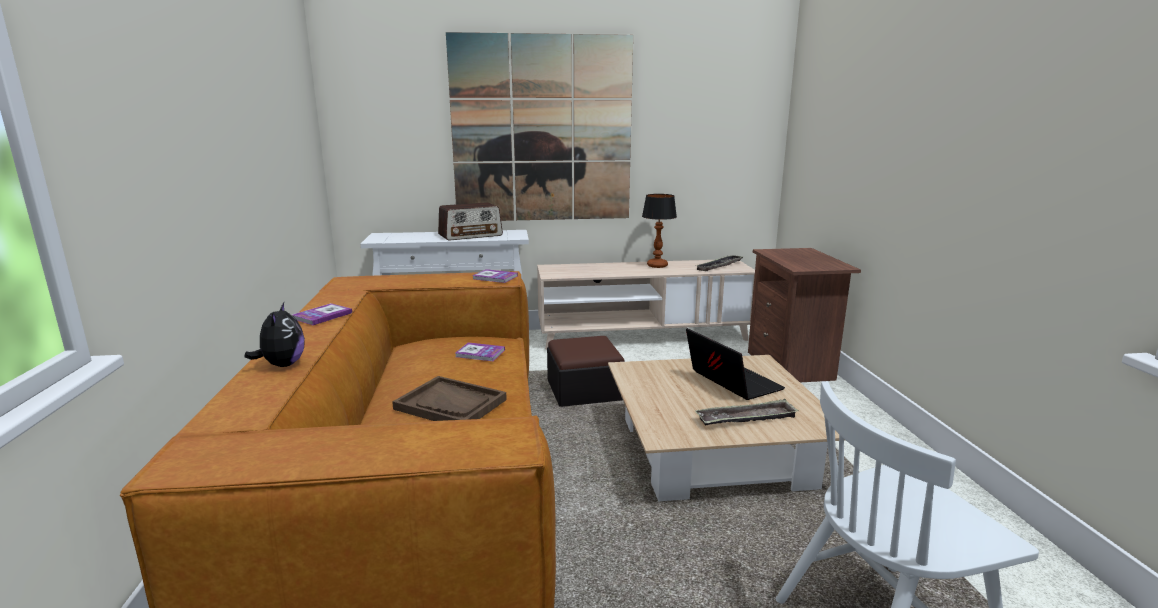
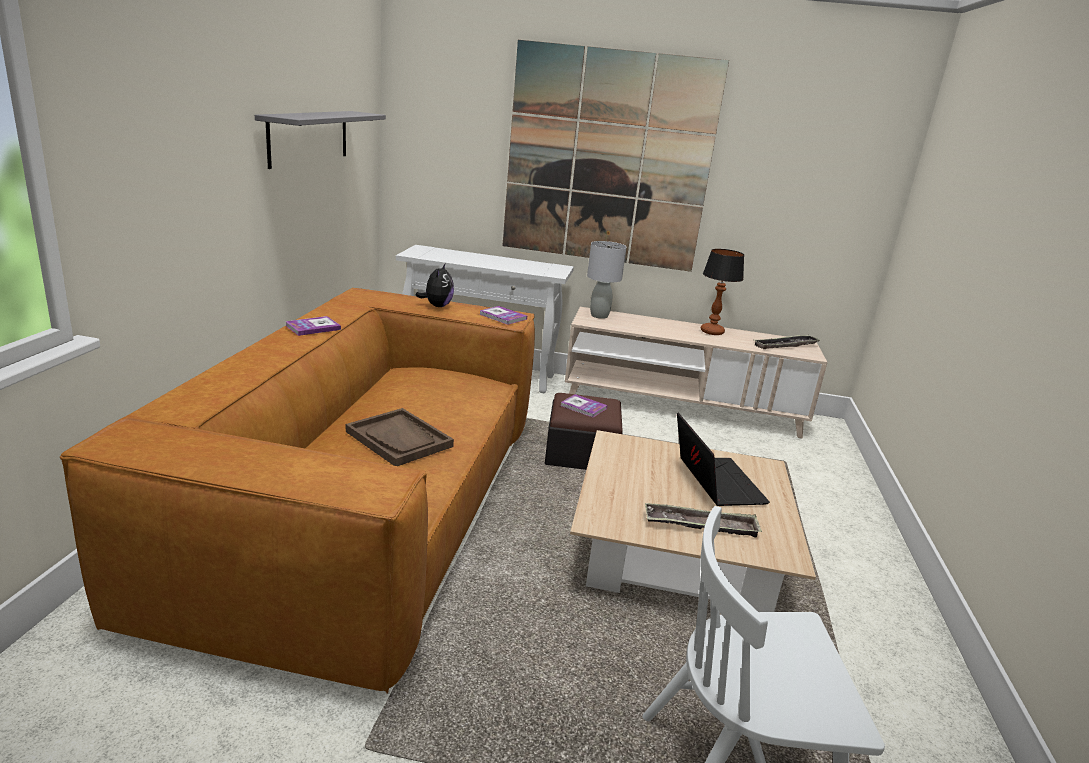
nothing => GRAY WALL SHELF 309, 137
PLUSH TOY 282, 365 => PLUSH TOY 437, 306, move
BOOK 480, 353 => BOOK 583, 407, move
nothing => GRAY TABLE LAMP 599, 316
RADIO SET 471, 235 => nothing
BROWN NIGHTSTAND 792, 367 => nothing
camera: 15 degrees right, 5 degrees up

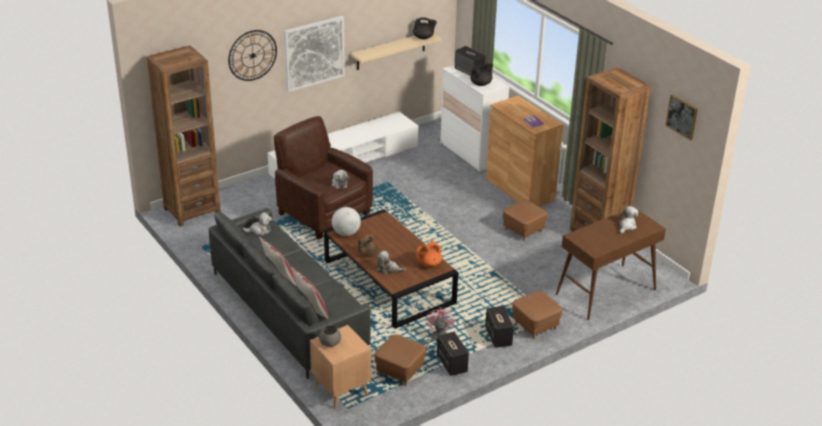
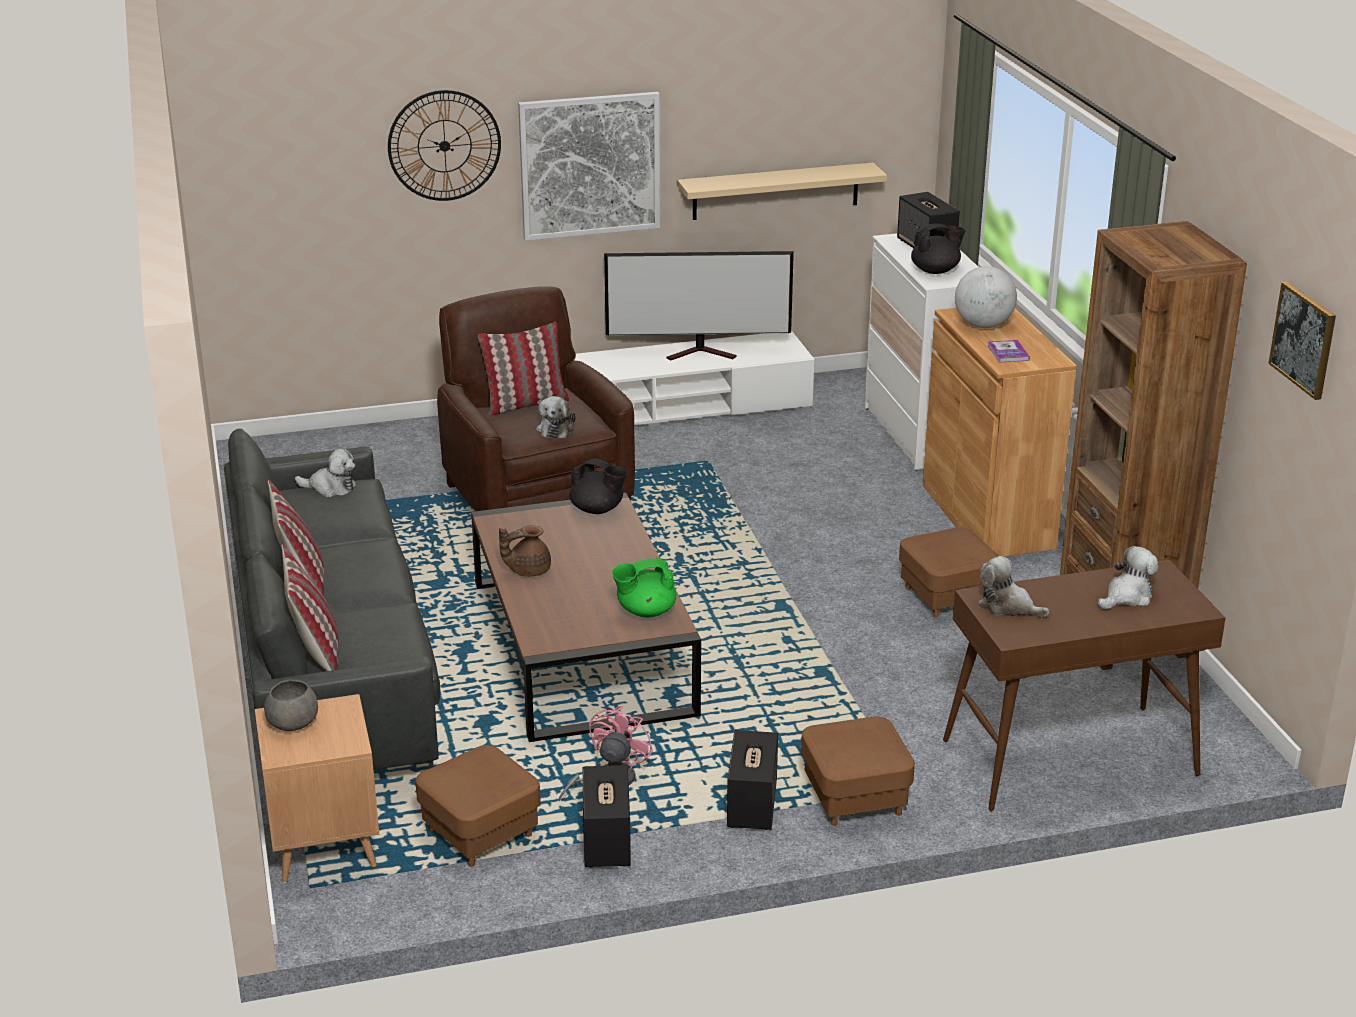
nothing => THROW PILLOW 525, 404
BLACK POT FOR TEA 423, 38 => BLACK POT FOR TEA 597, 509, move
nothing => TV 703, 353
ORANGE-COLOURED POT FOR TEA 428, 264 => GREEN-COLOURED POT FOR TEA 645, 611
GLOBE 346, 233 => GLOBE 983, 325, move
PLUSH TOY 388, 269 => PLUSH TOY 1007, 606, move
BROWN BOOKCASE 192, 211 => nothing
camera: 20 degrees right, 5 degrees down

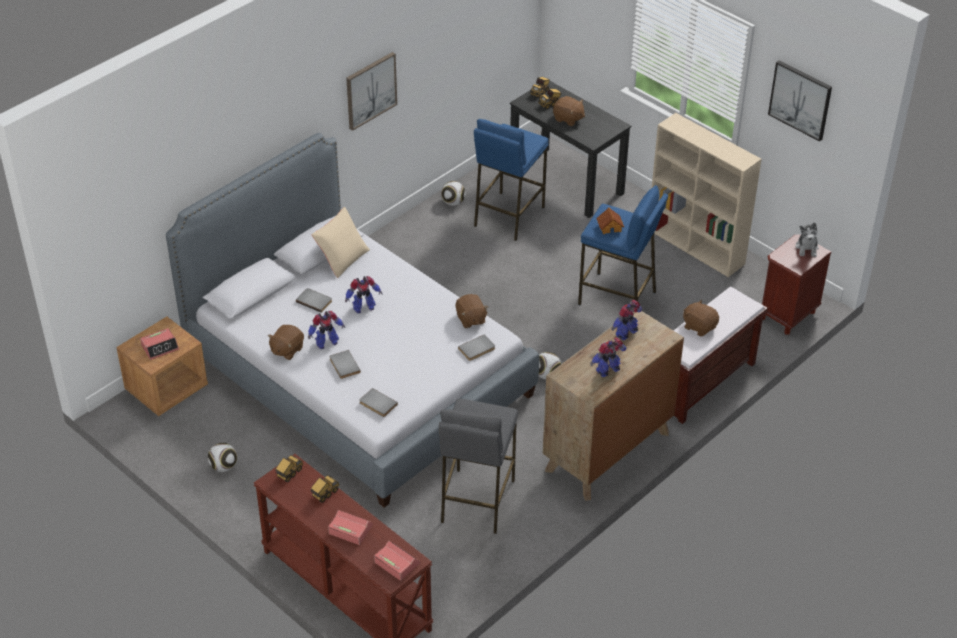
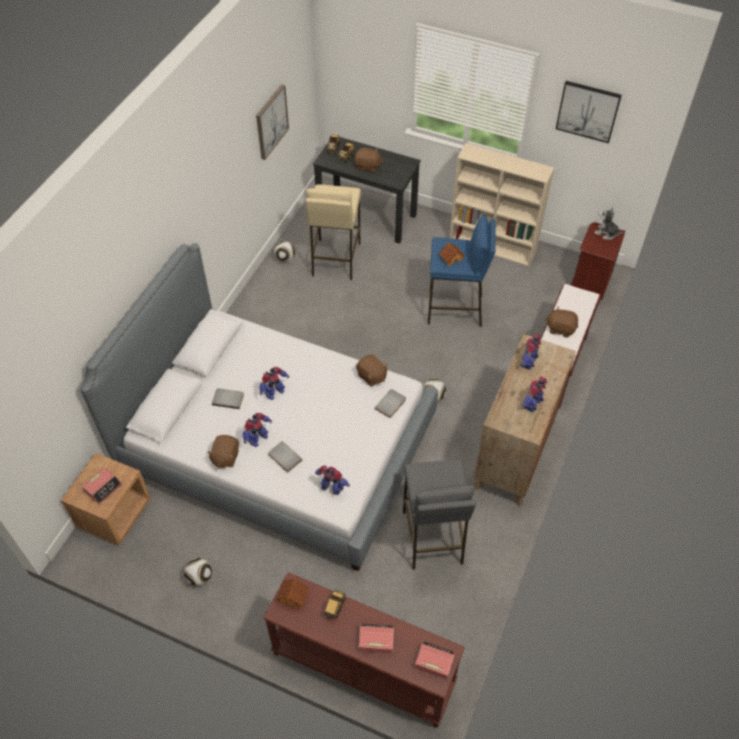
PICTURE 370, 90 => PICTURE 271, 121, move
MODEL TRUCK 289, 474 => MODEL HOUSE 292, 596
BLUE-COLOURED STOOL 508, 216 => SAND-COLOURED STOOL 335, 259
GRAY BOOK 377, 404 => ROBOT FIGURE 332, 488
PLUSH TOY 807, 248 => PLUSH TOY 606, 233, 135 degrees clockwise
SAND-COLOURED THROW PILLOW 342, 258 => nothing
camera: 20 degrees left, 10 degrees up

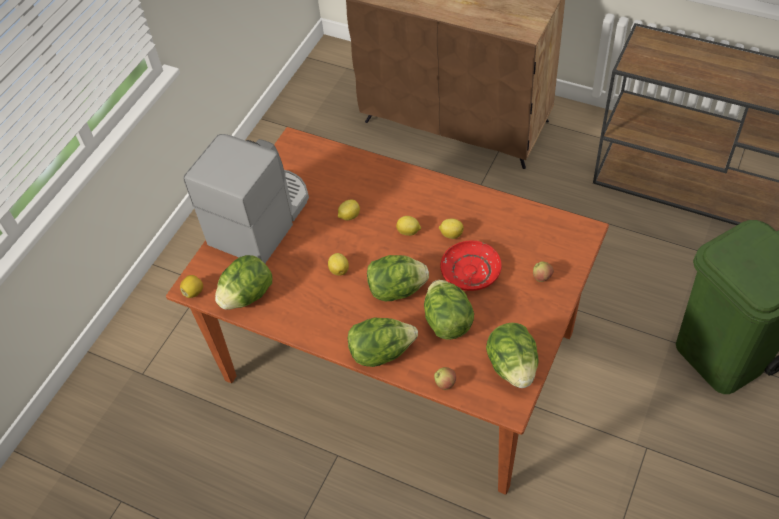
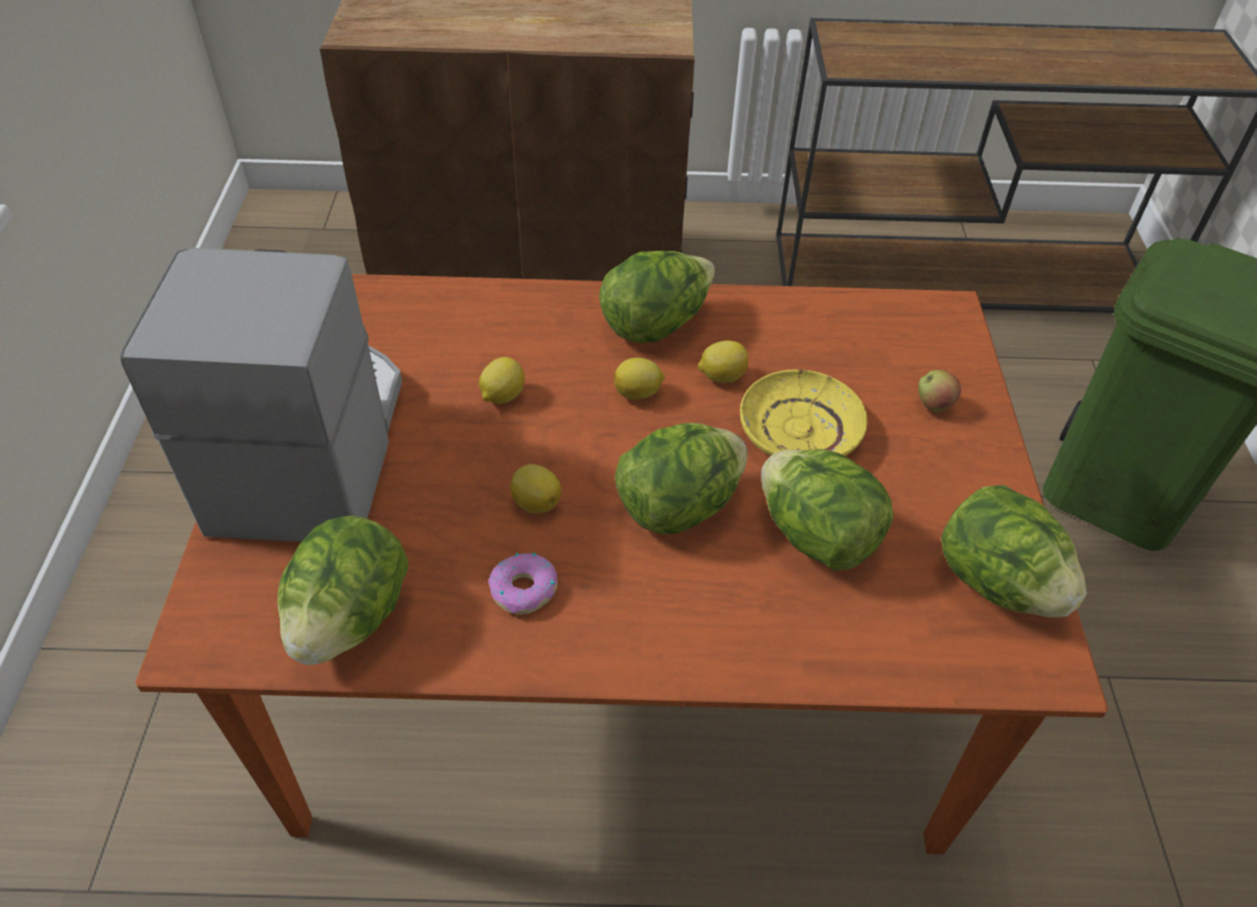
nothing => DONUT 524, 589
LETTUCE HEAD 381, 352 => LETTUCE HEAD 656, 324, move
REDDISH FLAT DISH 470, 271 => YELLOWISH FLAT DISH 799, 431
LEMON 194, 292 => nothing
APPLE 445, 383 => nothing
camera: 30 degrees left, 5 degrees down

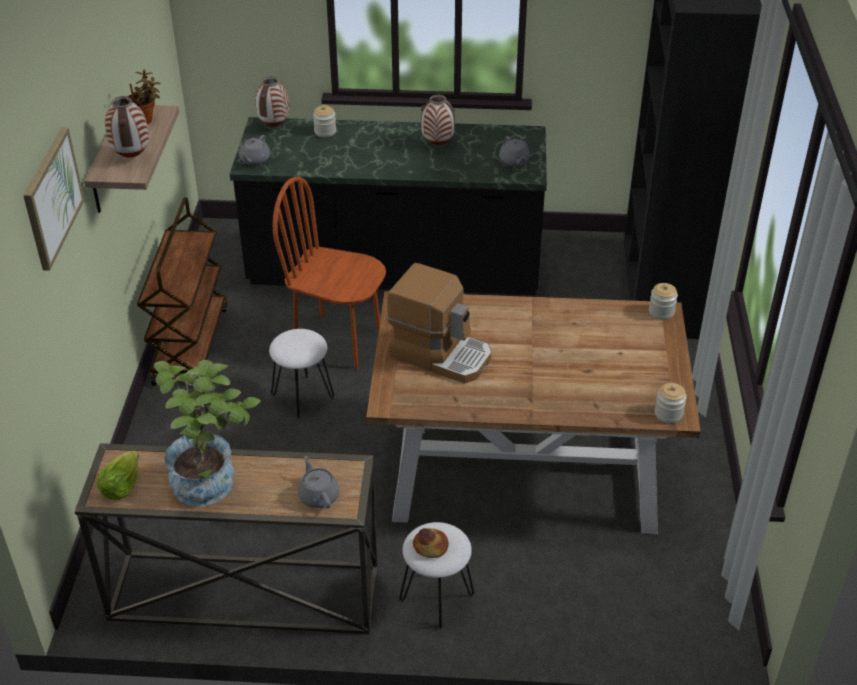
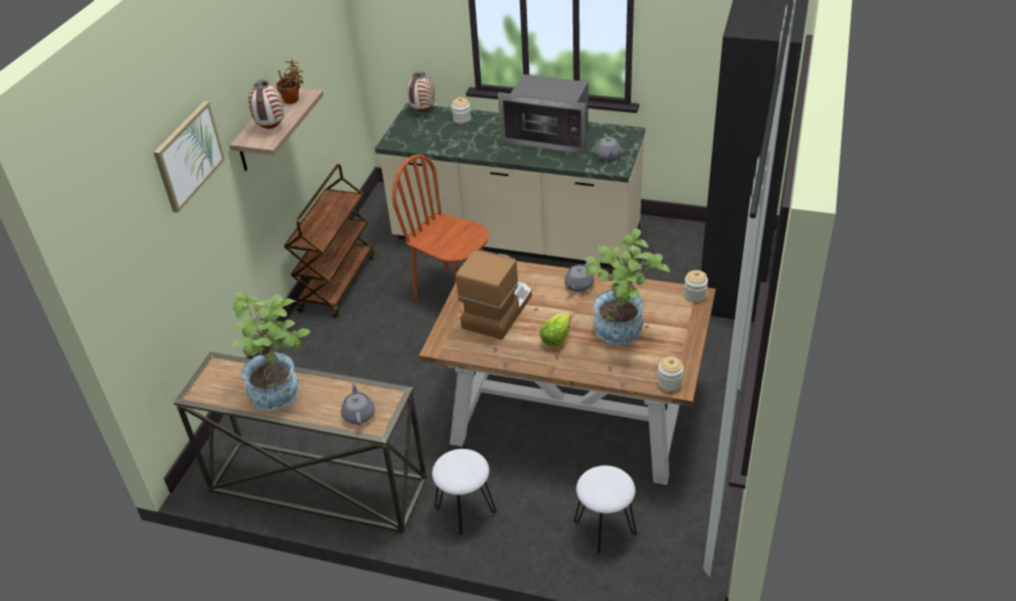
BLACK KITCHEN COUNTER 394, 271 => SAND-COLOURED KITCHEN COUNTER 516, 239
COFFEE MAKER 441, 354 => COFFEE MAKER 496, 310, 105 degrees counterclockwise
FLOWER VASE 438, 144 => MICROWAVE OVEN 549, 136
LETTUCE HEAD 121, 487 => LETTUCE HEAD 556, 338, move
GRAY POT FOR TEA 254, 160 => GRAY POT FOR TEA 578, 286, move
WHITE STOOL 302, 397 => WHITE STOOL 604, 530, move
nothing => POTTED PLANT 622, 333
BREAD 430, 547 => nothing
camera: 15 degrees right, 0 degrees up

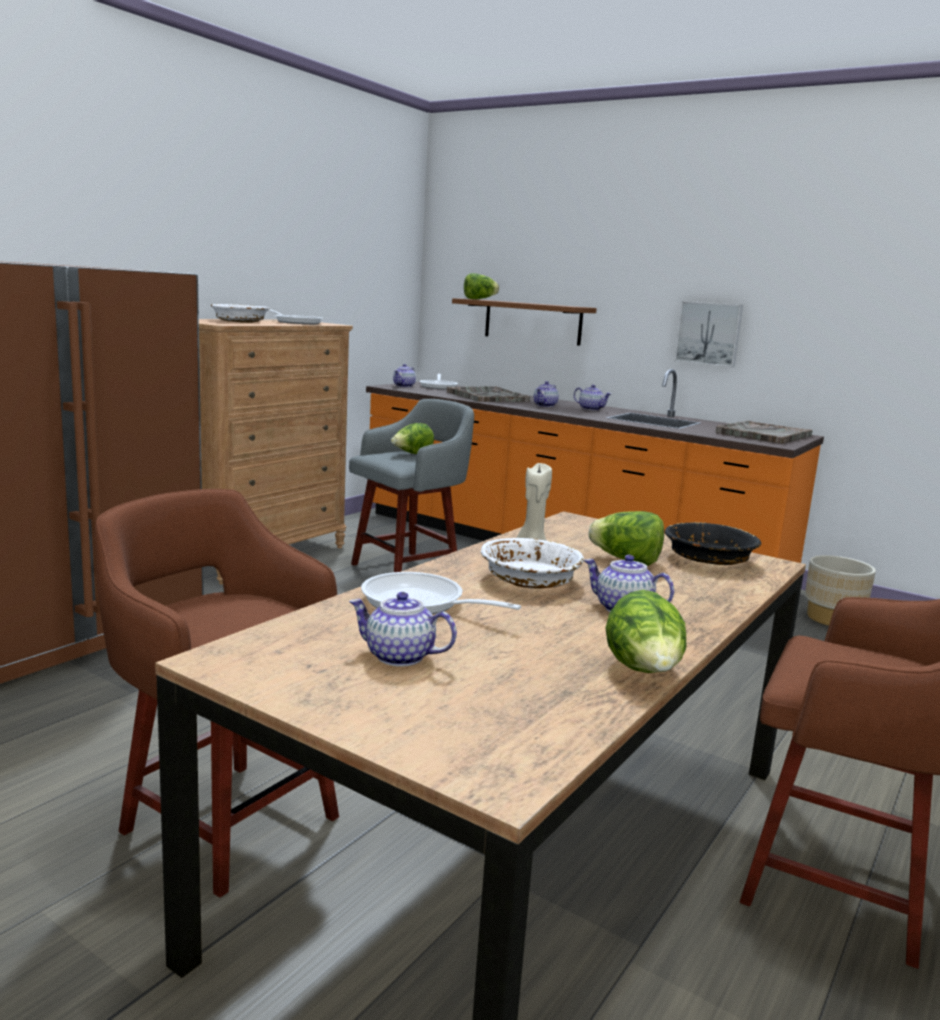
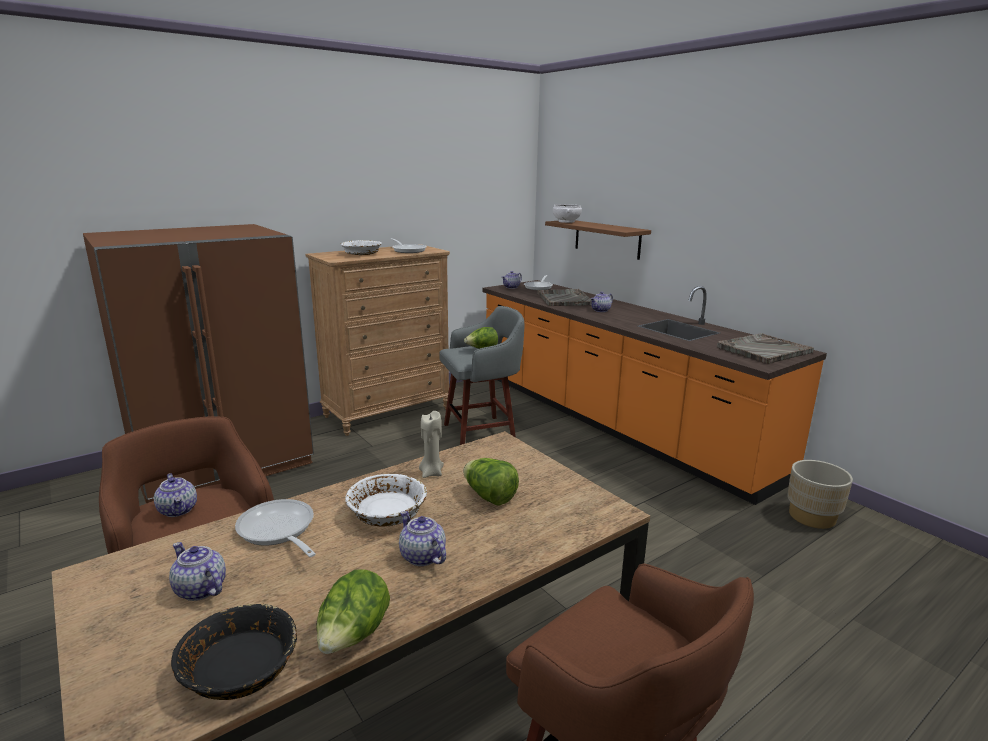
POT FOR TEA 591, 409 => POT FOR TEA 178, 510, move
BLACK BOWL 709, 558 => BLACK BOWL 241, 668, move
LETTUCE HEAD 479, 299 => WHITE BOWL 566, 221
PICTURE 709, 333 => nothing
camera: 20 degrees right, 5 degrees up

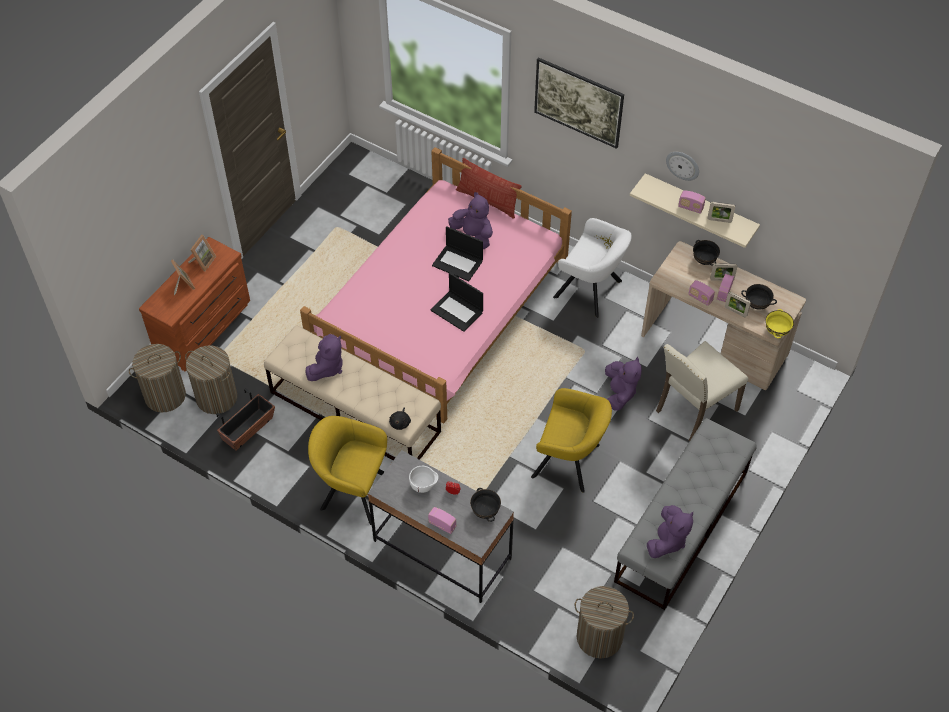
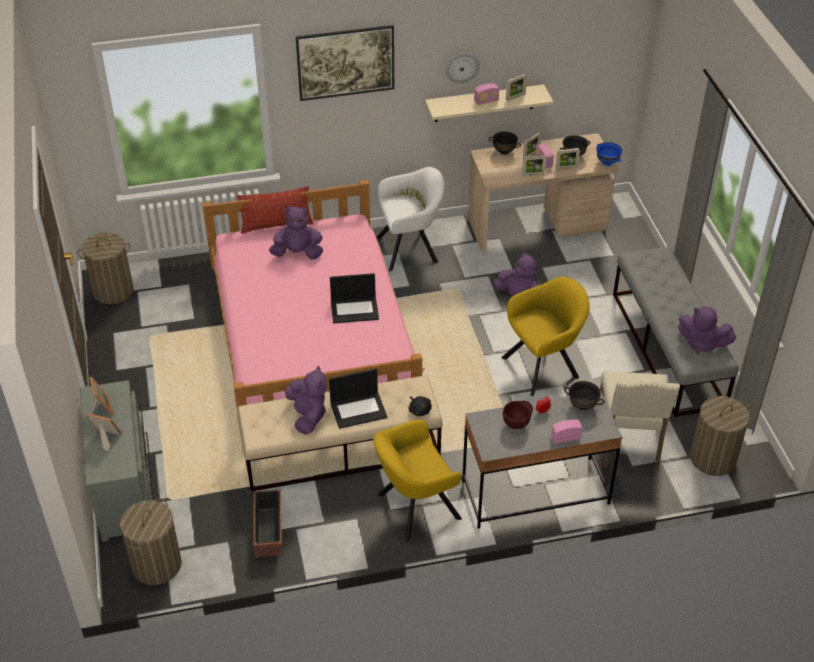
HAMPER 216, 397 => HAMPER 113, 291, move
BROWN DRAWER CHEST 205, 328 => GRAY DRAWER CHEST 126, 487
PORTABLE COMPUTER 458, 263 => PORTABLE COMPUTER 359, 409, move
WHITE BOWL 424, 486 => BROWN BOWL 517, 424
RADIO SET 700, 298 => PICTURE FRAME 533, 175
YELLOWISH BOWL 776, 331 => BLUE-COLOURED BOWL 607, 163
SAND-COLOURED CHAIR 694, 410 => SAND-COLOURED CHAIR 629, 444, move
PURPLISH PLUSH TOY 667, 541 => PURPLISH PLUSH TOY 701, 343, 135 degrees clockwise
camera: 45 degrees left, 10 degrees down

